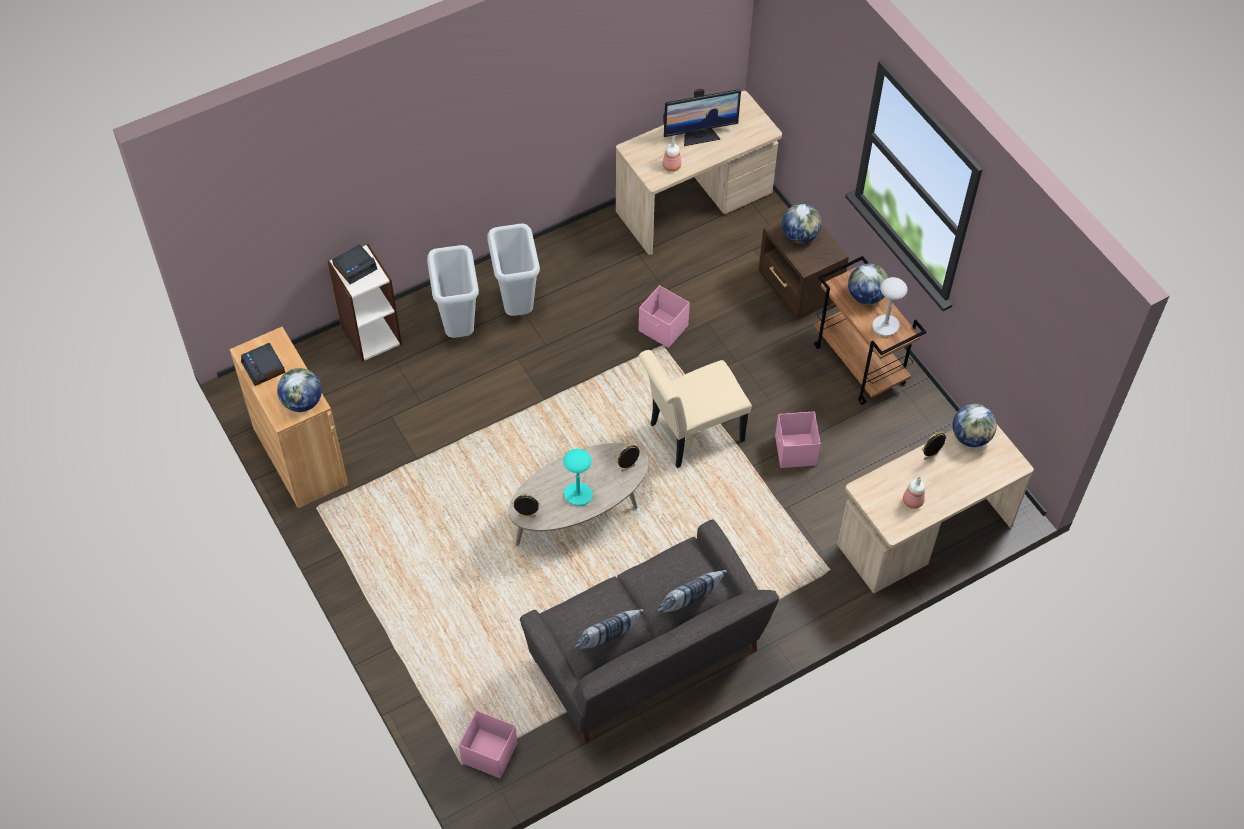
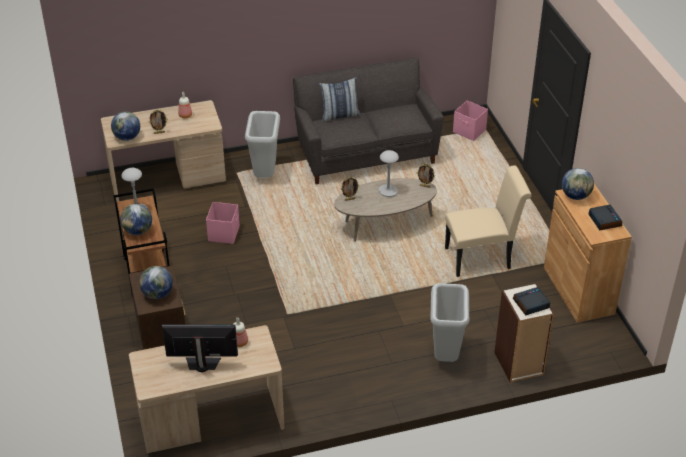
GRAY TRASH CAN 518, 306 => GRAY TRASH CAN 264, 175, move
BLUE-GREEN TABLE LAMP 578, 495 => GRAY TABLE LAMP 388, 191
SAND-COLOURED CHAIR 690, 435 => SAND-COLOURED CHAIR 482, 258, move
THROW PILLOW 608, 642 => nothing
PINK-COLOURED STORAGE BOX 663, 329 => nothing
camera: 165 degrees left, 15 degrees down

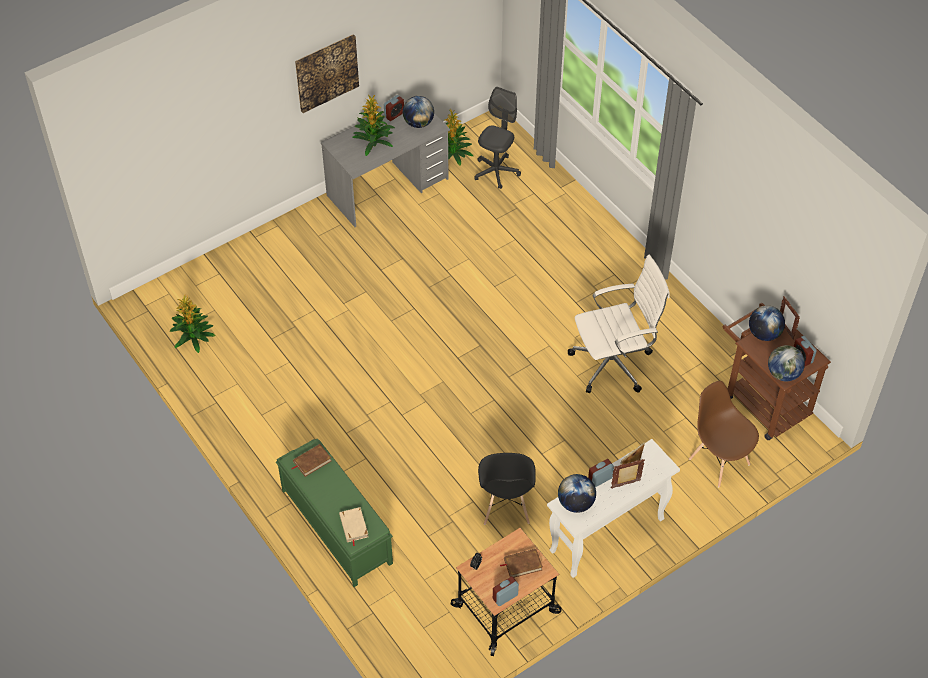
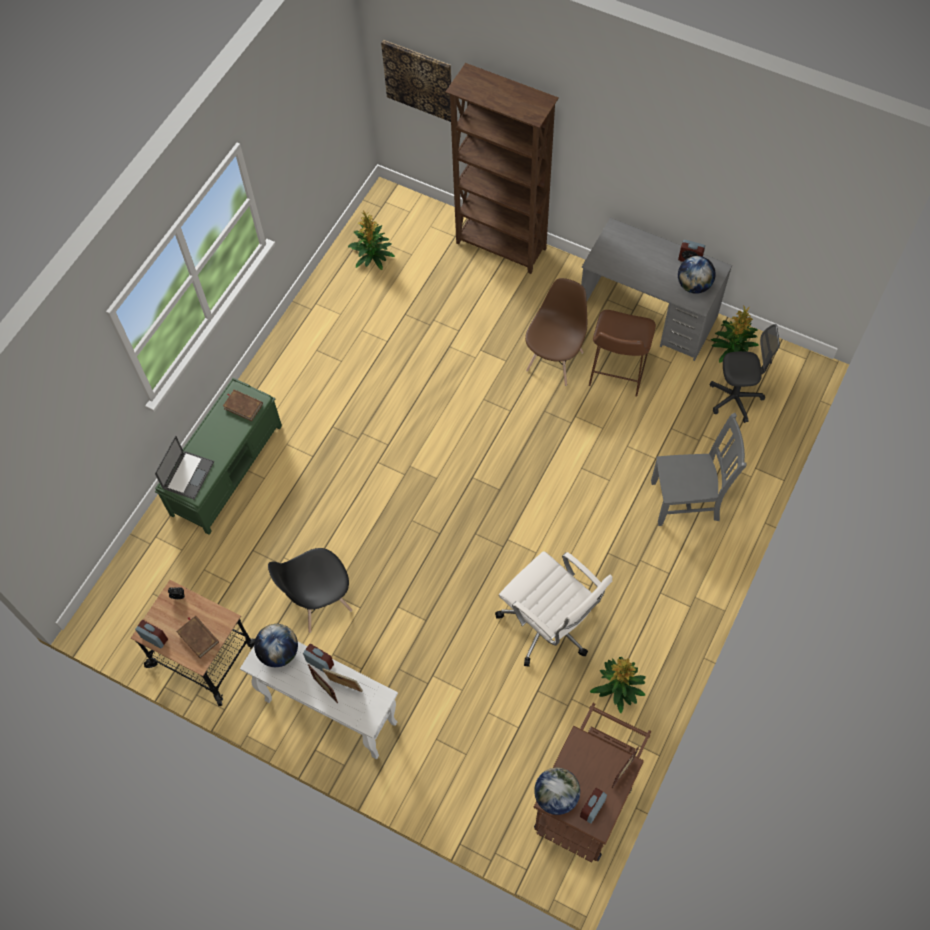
SAND-COLOURED BOOK 353, 526 => PORTABLE COMPUTER 188, 474
PICTURE 326, 72 => PICTURE 418, 80, move
nothing => BROWN BOOKCASE 501, 247
BROWN CHAIR 719, 461 => BROWN CHAIR 555, 361, move
nothing => BROWN STOOL 617, 372
POTTED PLANT 374, 141 => POTTED PLANT 618, 687, move
nothing => GRAY CHAIR 687, 500
GLOBE 764, 334 => nothing
camera: 65 degrees right, 10 degrees up

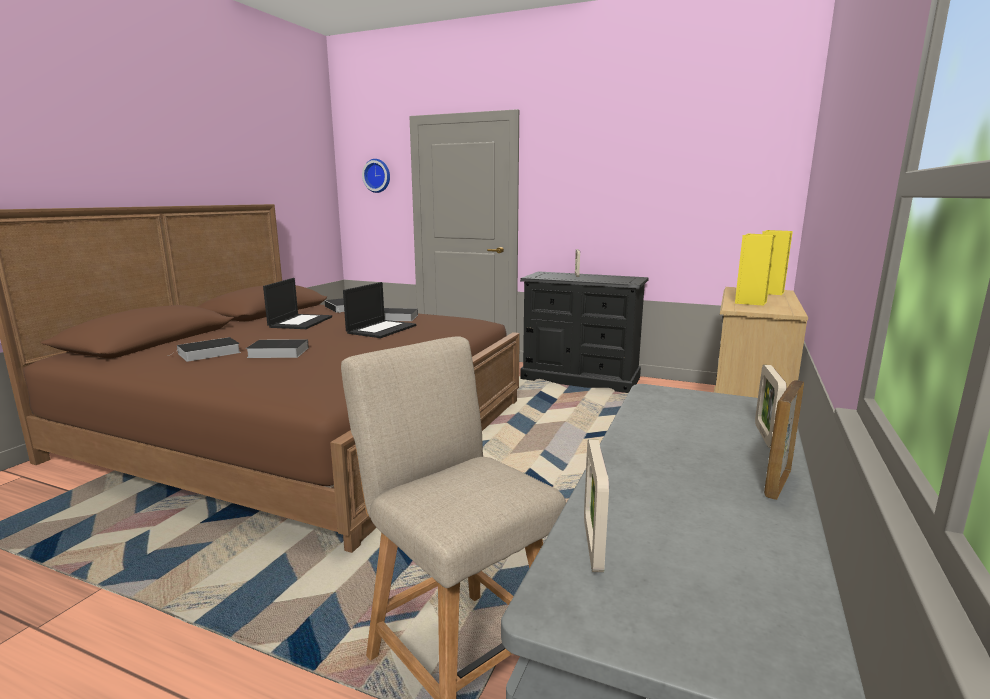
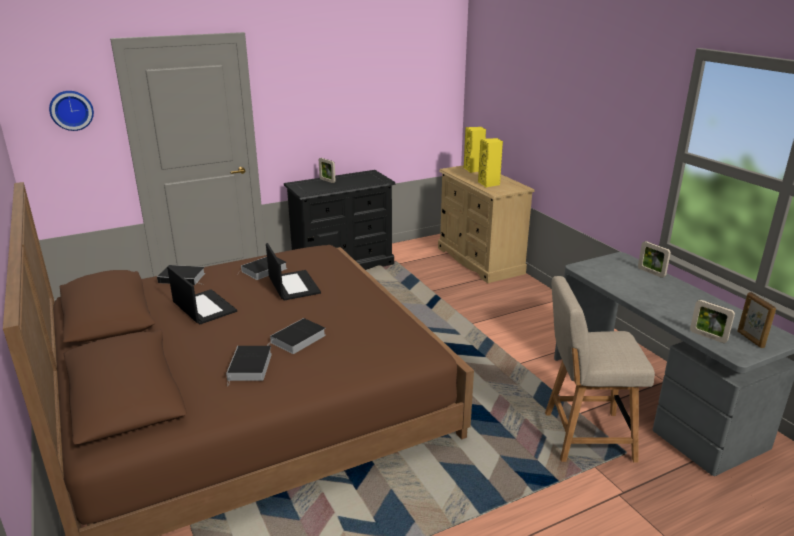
PICTURE FRAME 777, 483 => PICTURE FRAME 750, 339, move
camera: 50 degrees left, 10 degrees up

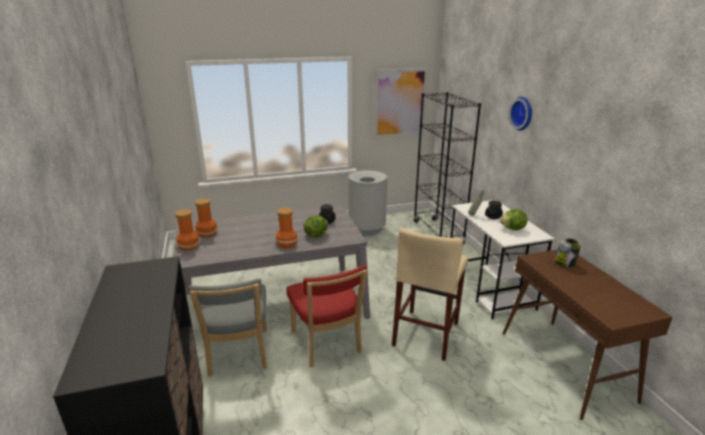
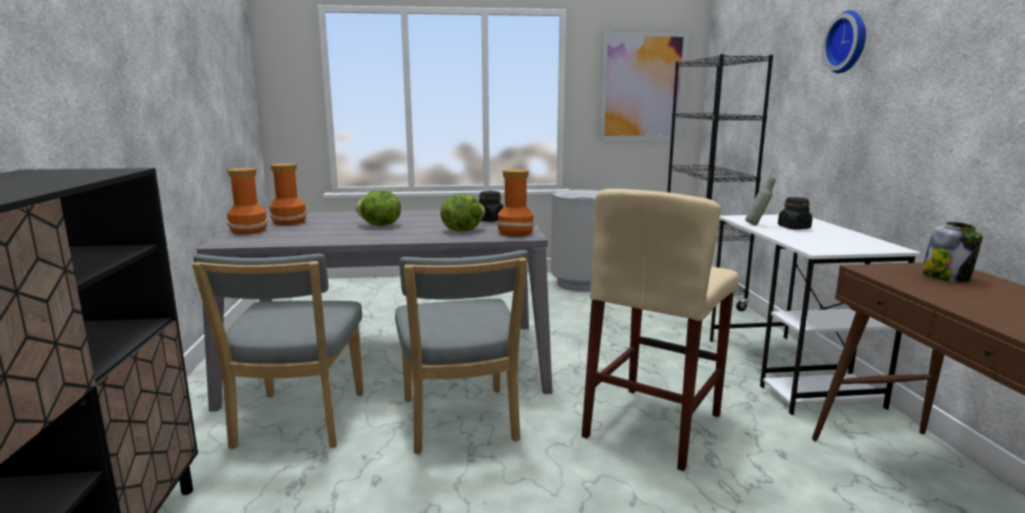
LETTUCE HEAD 513, 229 => LETTUCE HEAD 379, 225, move
REDDISH CHAIR 327, 344 => GRAY CHAIR 460, 423
FLOWER VASE 286, 244 => FLOWER VASE 515, 233, move
camera: 10 degrees right, 10 degrees down

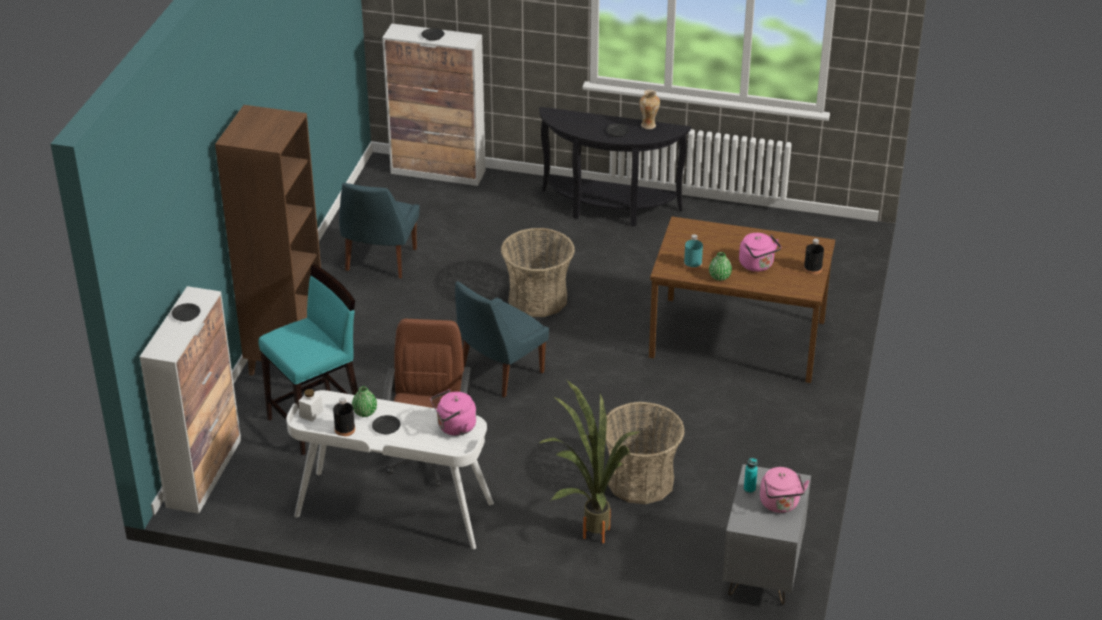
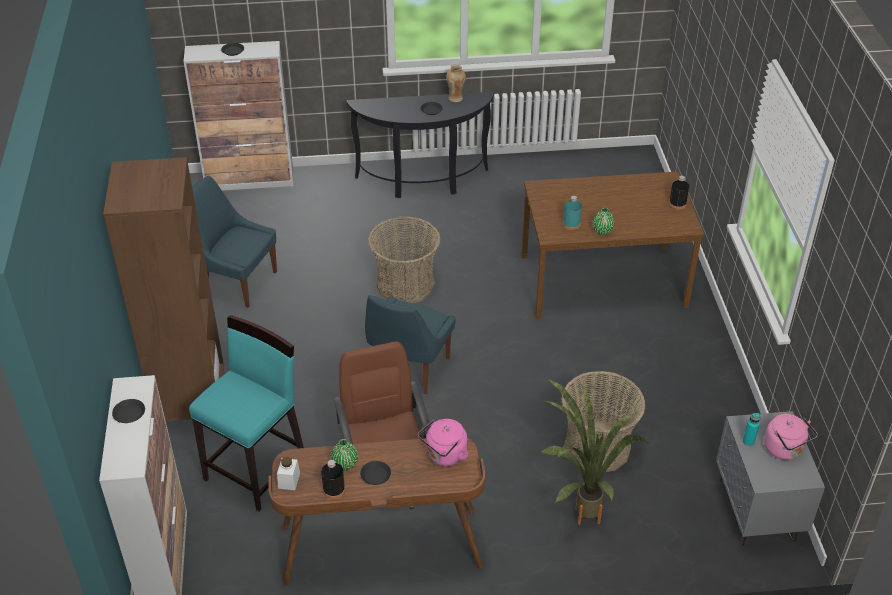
BLUE-COLOURED CHAIR 380, 261 => BLUE-COLOURED CHAIR 237, 282, 120 degrees clockwise
WHITE DESK TABLE 393, 510 => BROWN DESK TABLE 381, 548
PINK-COLOURED WATER KETTLE 758, 265 => nothing
camera: 20 degrees left, 5 degrees up

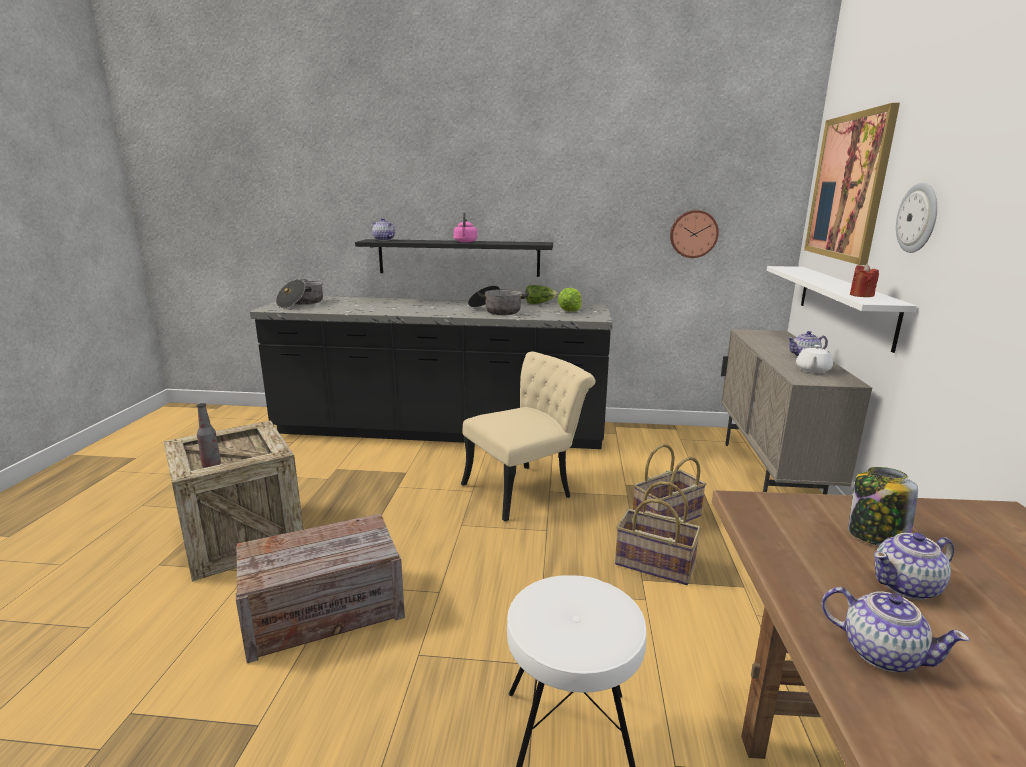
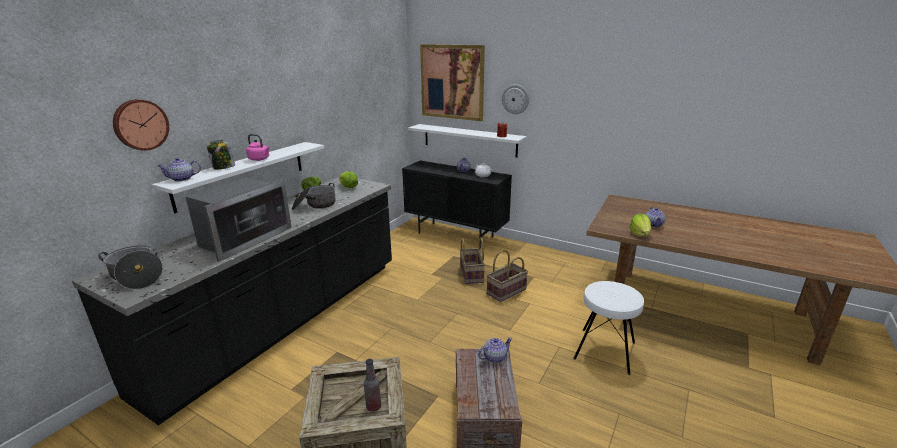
HANGING CLOCK 693, 234 => HANGING CLOCK 140, 124, move
BLACK WALL SHELF 458, 257 => WHITE WALL SHELF 242, 174
nothing => MICROWAVE OVEN 243, 238
JAR 875, 536 => JAR 223, 167, move
SAND-COLOURED CABINET 769, 474 => BLACK CABINET 455, 235
POT FOR TEA 880, 652 => POT FOR TEA 494, 357, move
nothing => LETTUCE HEAD 640, 234
SAND-COLOURED CHAIR 526, 488 => nothing
camera: 65 degrees left, 5 degrees up

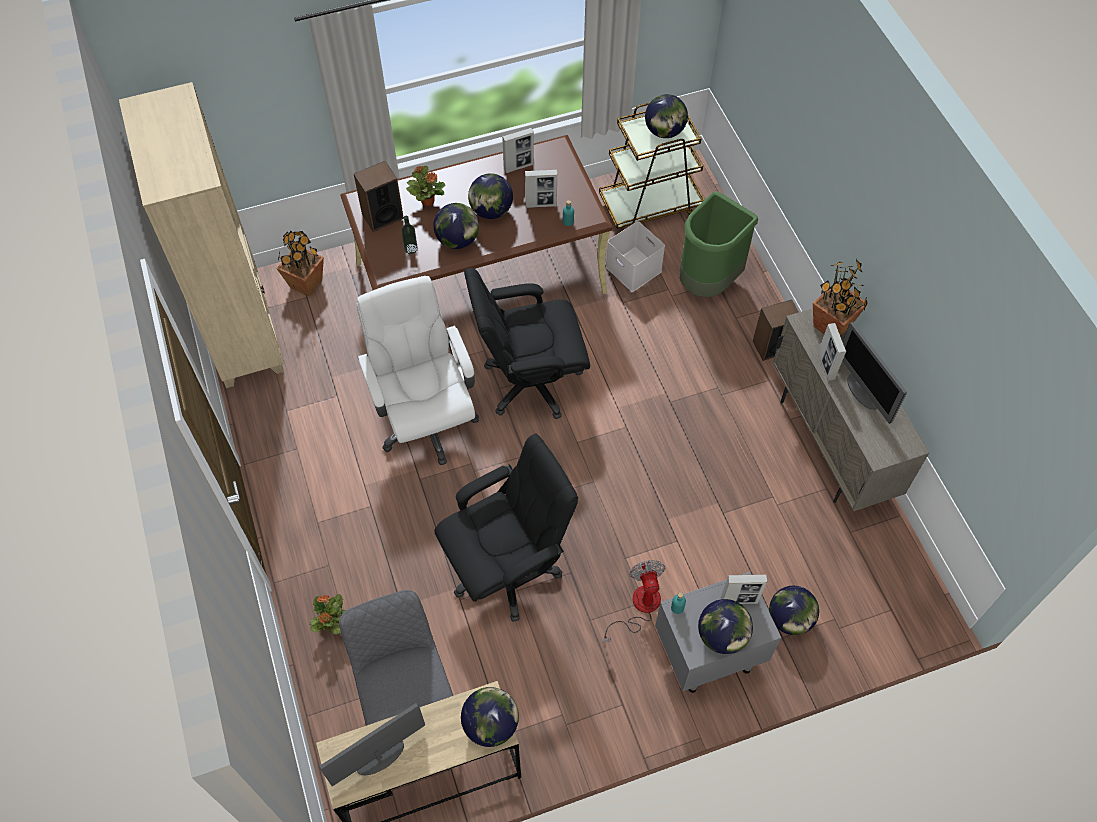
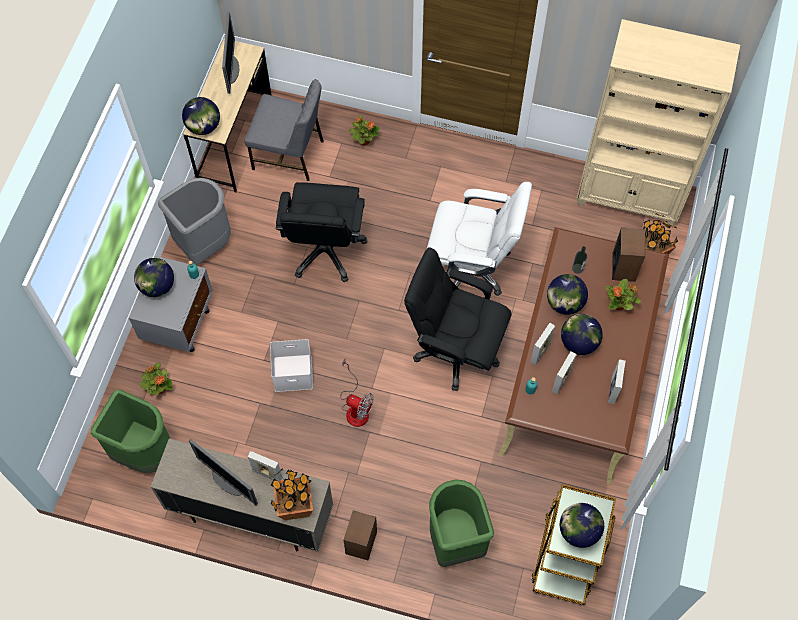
nothing => GREEN-COLOURED TRASH CAN 145, 452
GLOBE 789, 619 => POTTED PLANT 160, 388
nothing => GRAY TRASH CAN 204, 244
COMPUTER DISPLAY 862, 392 => COMPUTER DISPLAY 228, 482, 150 degrees counterclockwise
WHITE STORAGE BOX 632, 269 => WHITE STORAGE BOX 294, 372, move
ELECTRIC FAN 639, 607 => ELECTRIC FAN 355, 407, move
BLACK OFFICE CHAIR 530, 382 => BLACK OFFICE CHAIR 455, 350, 90 degrees counterclockwise
PICTURE FRAME 739, 600 => PICTURE FRAME 540, 353, move
camera: 125 degrees right, 5 degrees up

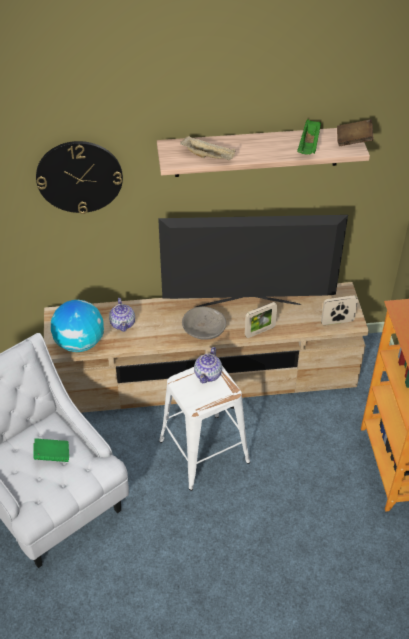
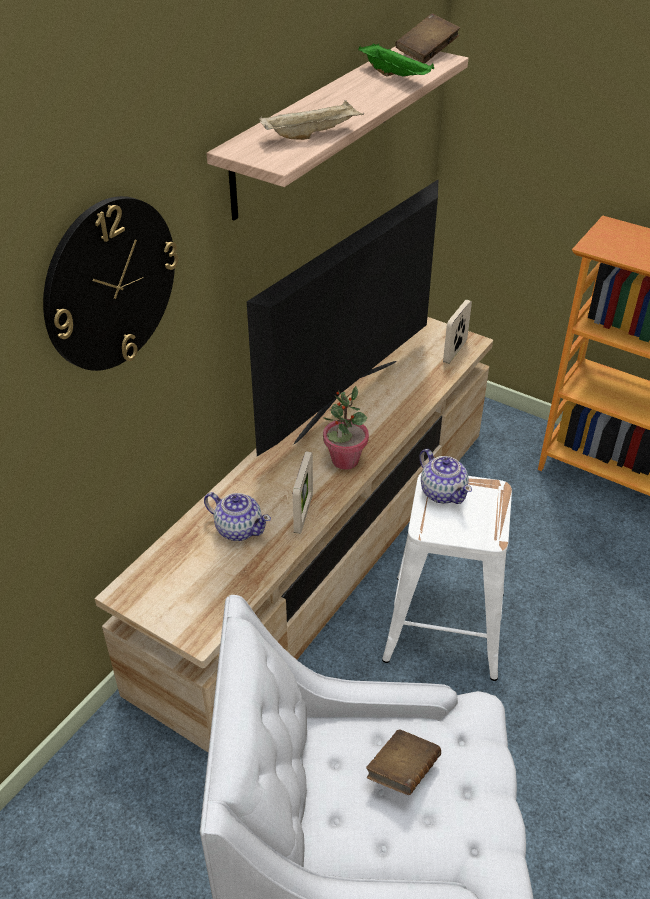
PICTURE FRAME 260, 331 => PICTURE FRAME 303, 514, move
GRAY BOWL 203, 330 => POTTED PLANT 344, 460
GREEN-COLOURED BOOK 52, 456 => BROWN BOOK 402, 771
GLOBE 80, 343 => nothing
camera: 50 degrees left, 5 degrees down

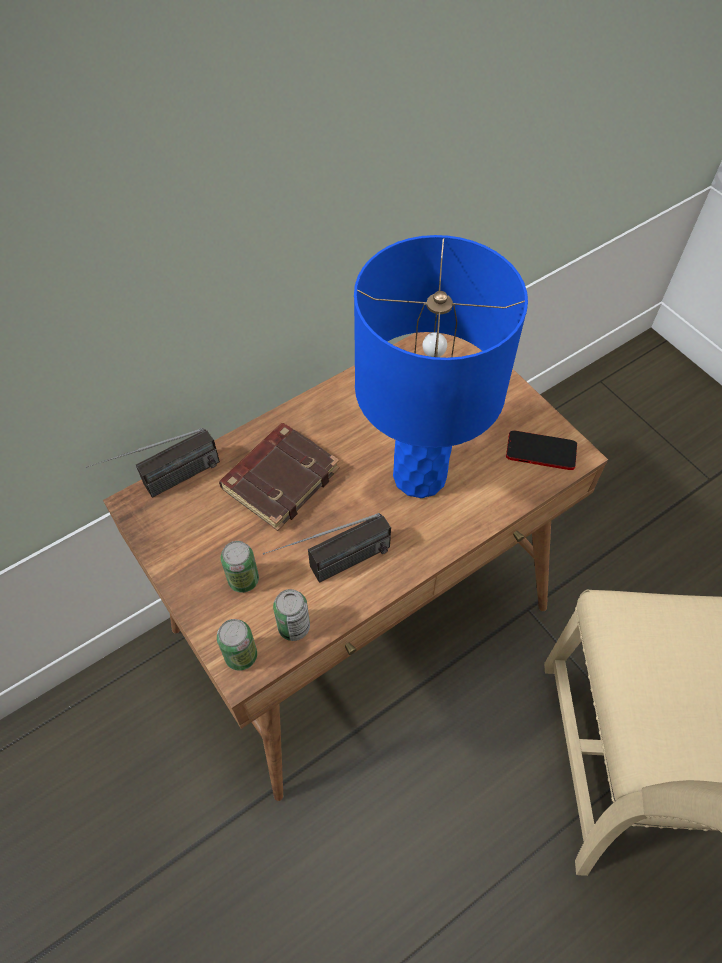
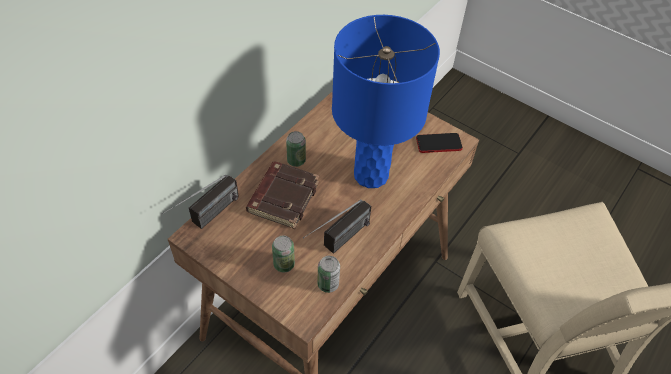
METAL CAN 241, 656 => METAL CAN 296, 160, move
camera: 20 degrees left, 5 degrees down

